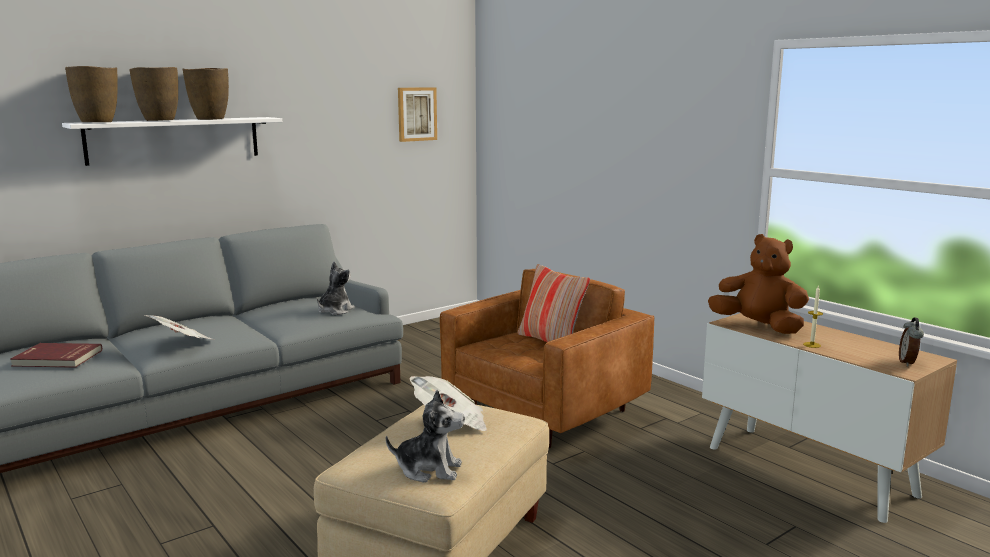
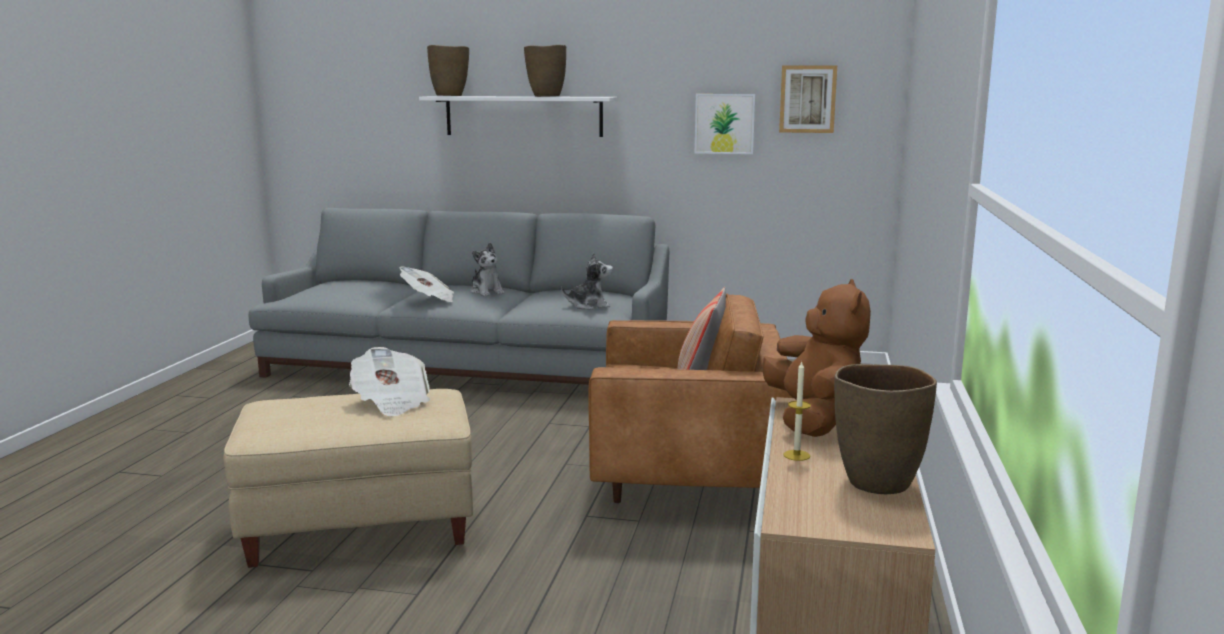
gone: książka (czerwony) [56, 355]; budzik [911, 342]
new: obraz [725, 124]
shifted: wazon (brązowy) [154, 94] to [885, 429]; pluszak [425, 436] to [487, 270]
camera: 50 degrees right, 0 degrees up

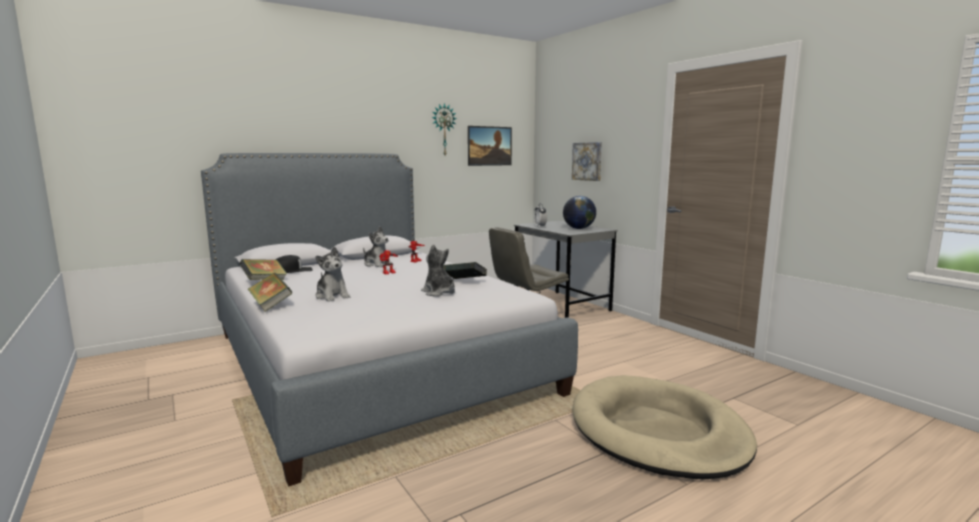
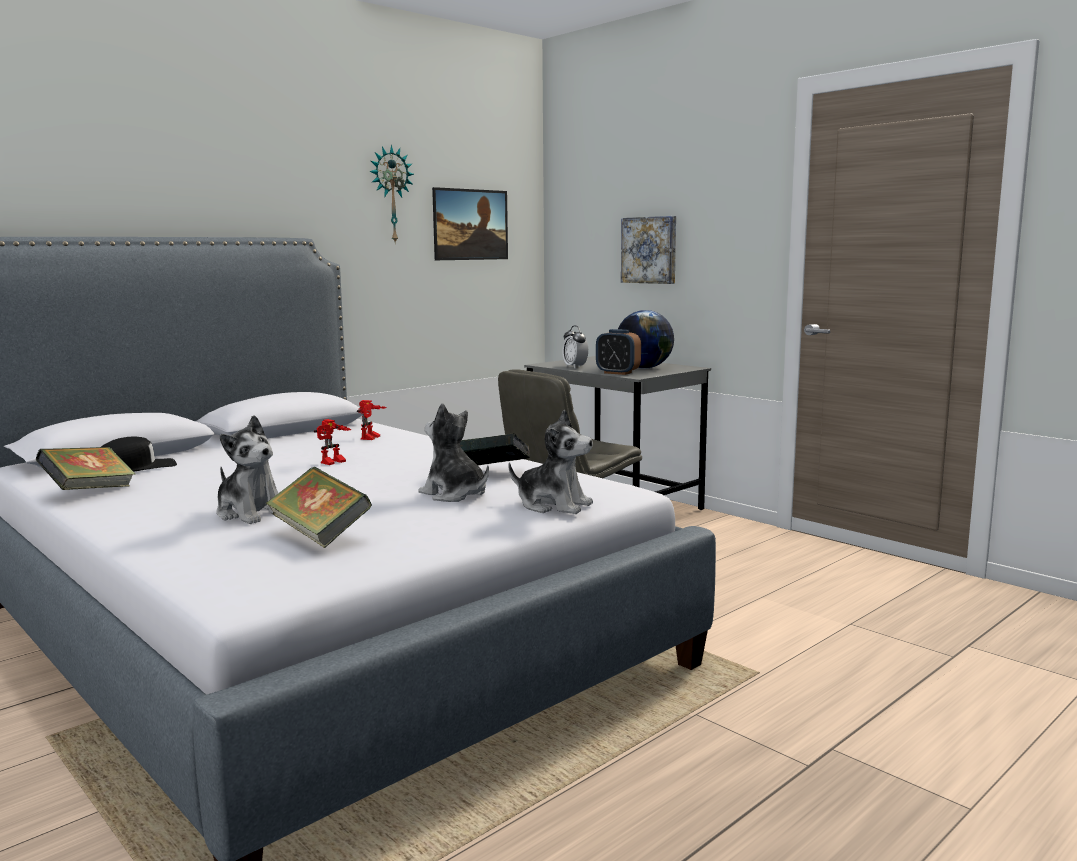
gone: legowisko (beżowy) [665, 427]
new: budzik [618, 352]
shifted: książka [270, 292] to [319, 507]; pluszak [378, 247] to [550, 462]
camera: 10 degrees left, 0 degrees up

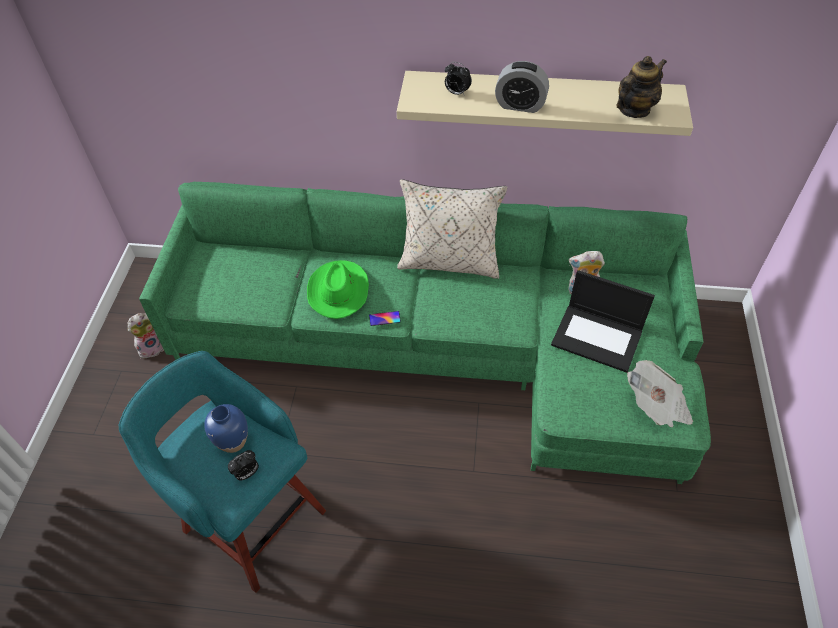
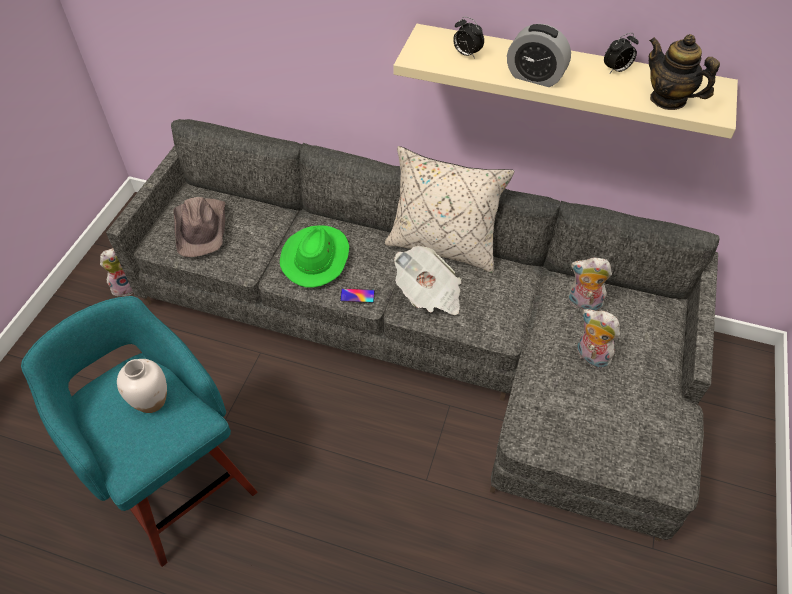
new: kapelusz (brązowy) [200, 227]
shifted: budzik [243, 465] to [621, 53]; gazeta [660, 393] to [427, 280]
swapped: laptop [603, 321] to pluszak [598, 339]
repainted: kanapa (zielony) [425, 333] to kanapa (szary) [413, 330]; wazon (niebieski) [226, 428] to wazon (biały) [142, 386]
rotated: imbryk [641, 87] = [684, 72] 105 degrees counterclockwise
camera: 10 degrees right, 0 degrees up

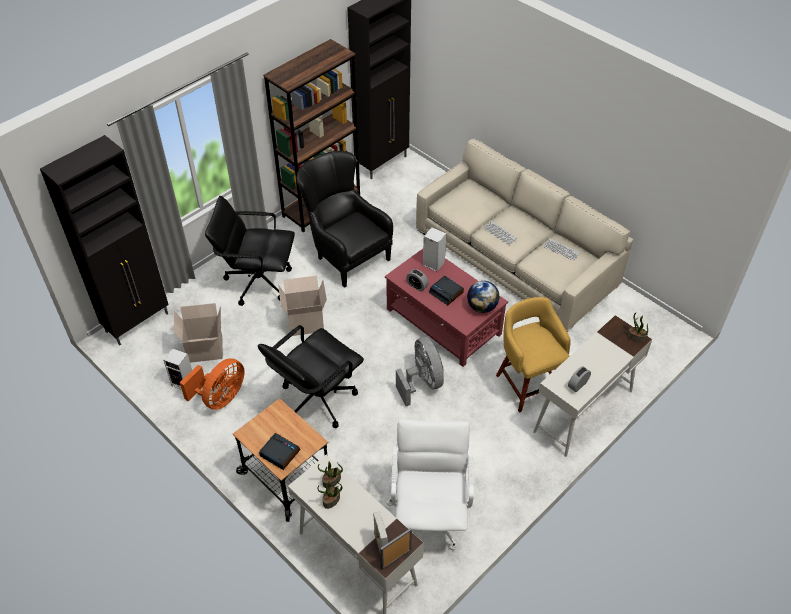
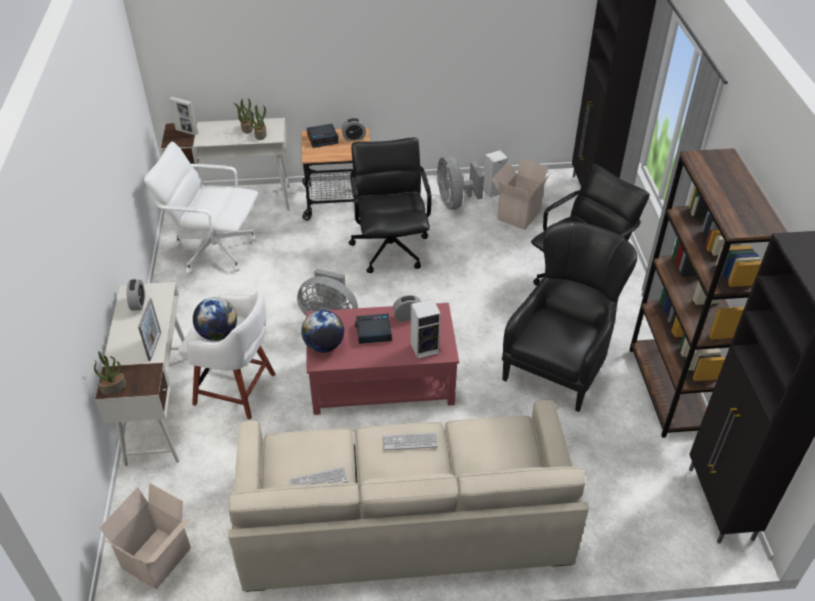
new: globus [215, 319]; budzik [354, 129]
shifted: karton [302, 306] to [145, 536]; ramka na zdjęcie [396, 549] to [149, 330]
repainted: wentylator (pomarańczowy) [212, 384] to wentylator (szary) [460, 183]; stołek (żółty) [533, 355] to stołek (biały) [226, 354]
rotated: fotel (czarny) [344, 219] = [569, 317] 60 degrees counterclockwise; krzesło biurowe (biały) [430, 485] = [201, 207] 150 degrees clockwise
camera: 130 degrees right, 5 degrees down

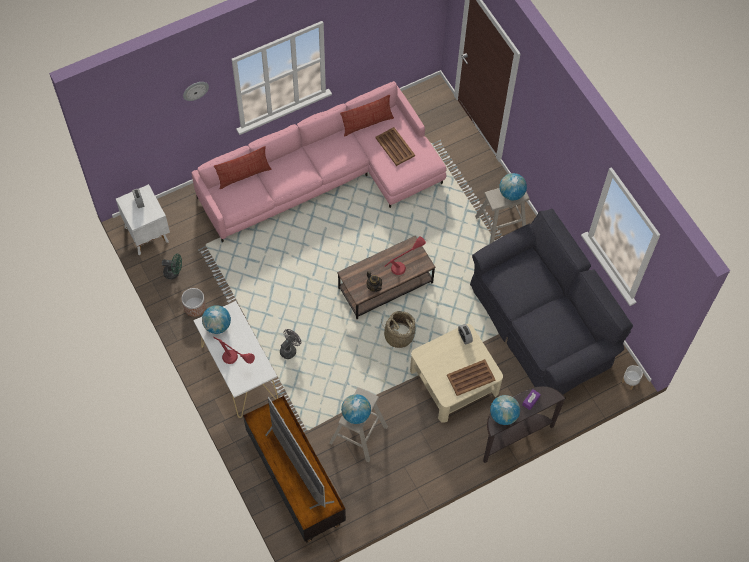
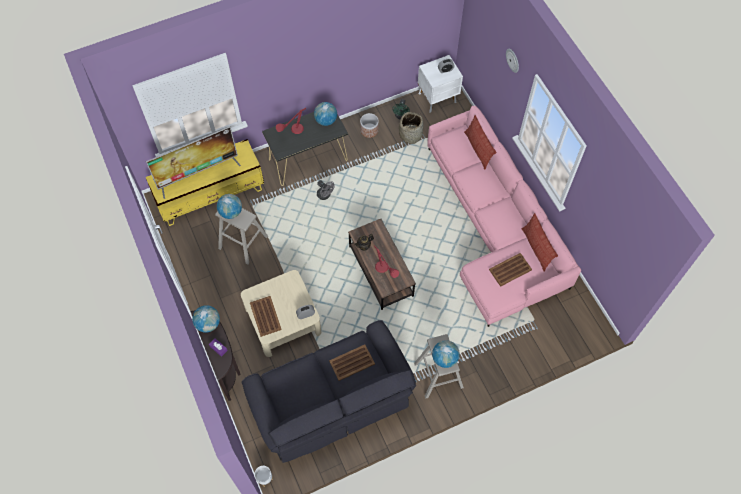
new: taca (brązowy) [352, 362]
shifted: koszyk [398, 329] to [411, 128]
repainted: stolik konsolowy (biały) [235, 359] to stolik konsolowy (czarny) [305, 149]; szafka pod telewizor (brązowy) [294, 469] to szafka pod telewizor (żółty) [205, 182]
camera: 95 degrees right, 0 degrees up

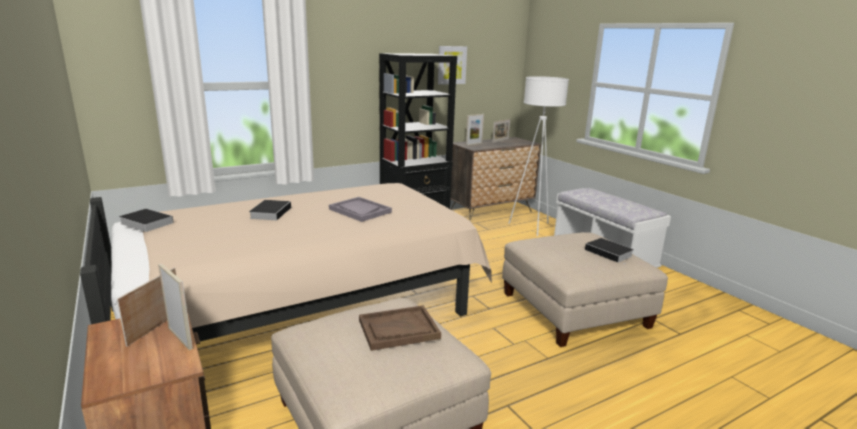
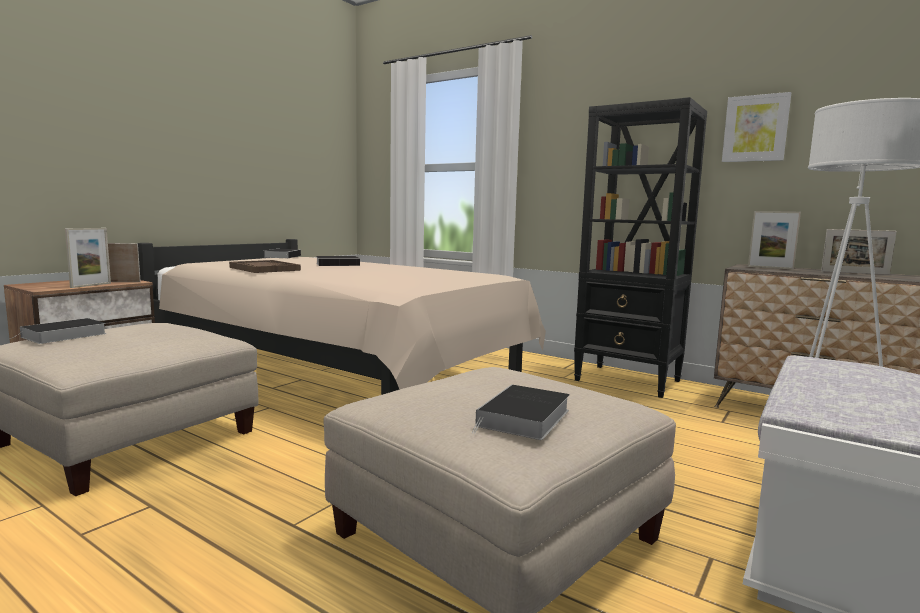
gone: taca (szary) [360, 209]
new: książka [58, 331]
shifted: taca (brązowy) [400, 328] to [265, 266]
camera: 65 degrees right, 10 degrees down

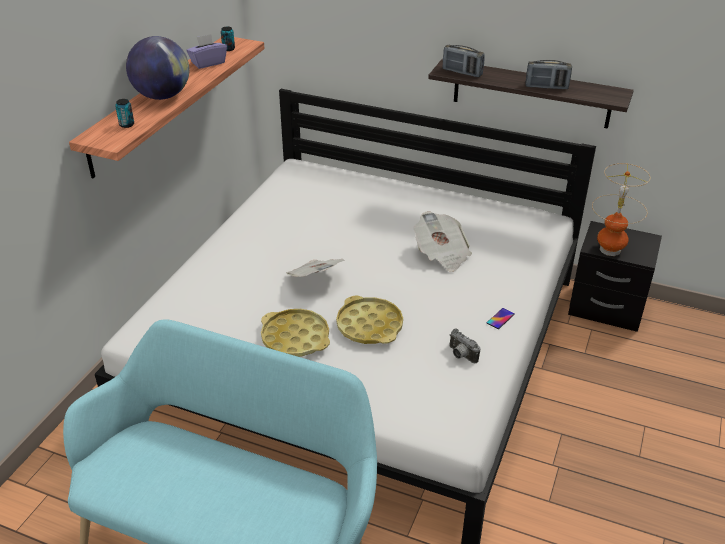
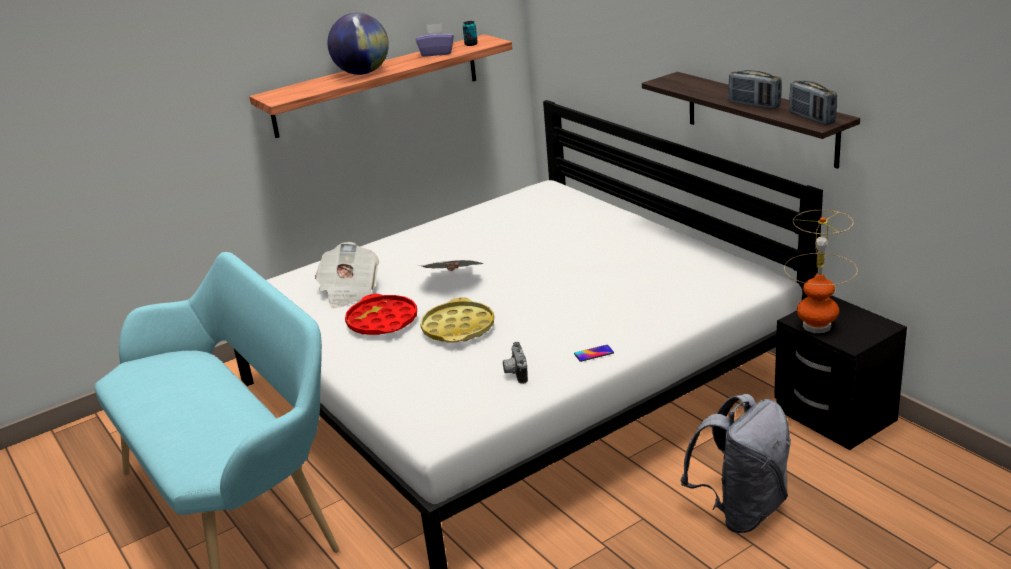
gone: puszka [124, 113]
new: plecak (szary) [735, 463]
shifted: gazeta [442, 241] to [347, 275]; radio [463, 61] to [813, 102]
repainted: taca (żółty) [295, 333] to taca (czerwony) [381, 314]
camera: 35 degrees right, 10 degrees down

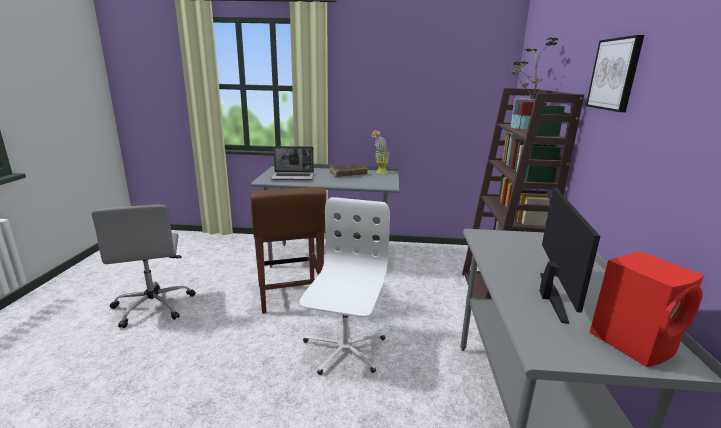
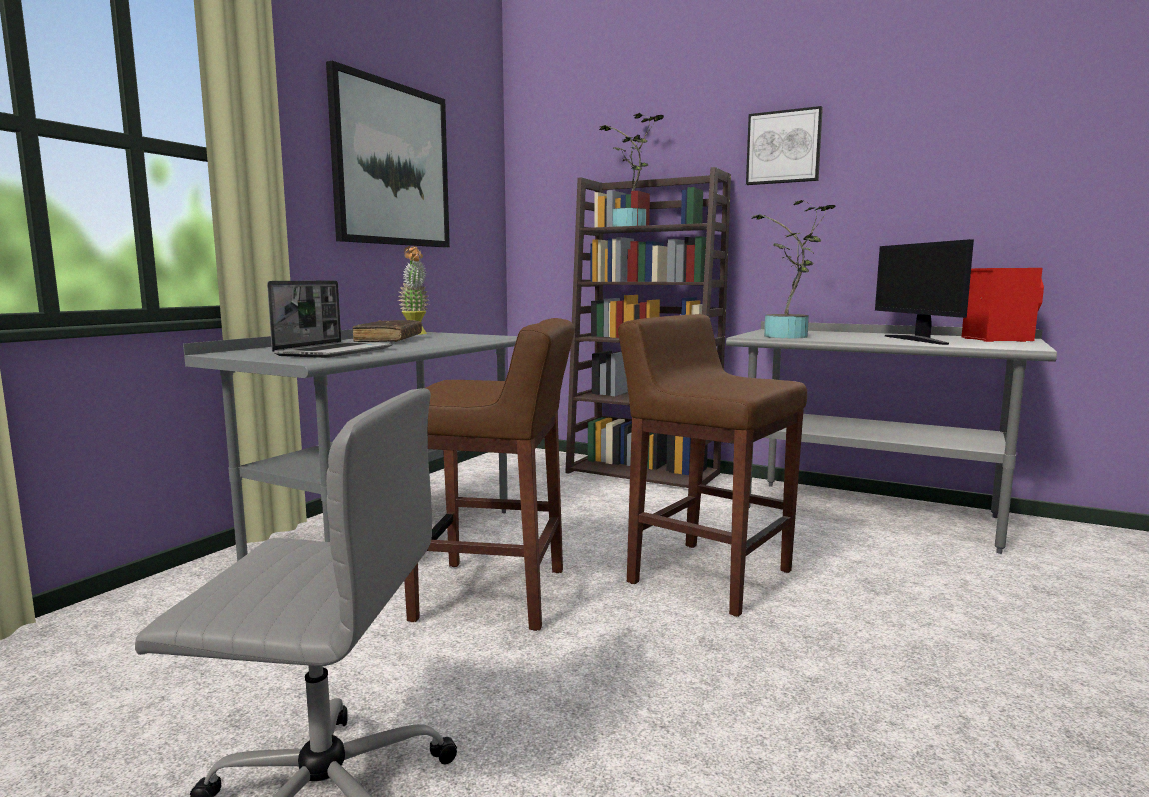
new: obraz [388, 154]; roślina doniczkowa [793, 269]
swapped: krzesło biurowe (biały) [344, 286] to stołek (brązowy) [712, 465]
rotated: monitor [569, 256] = [924, 292] 135 degrees counterclockwise
camera: 65 degrees left, 10 degrees down

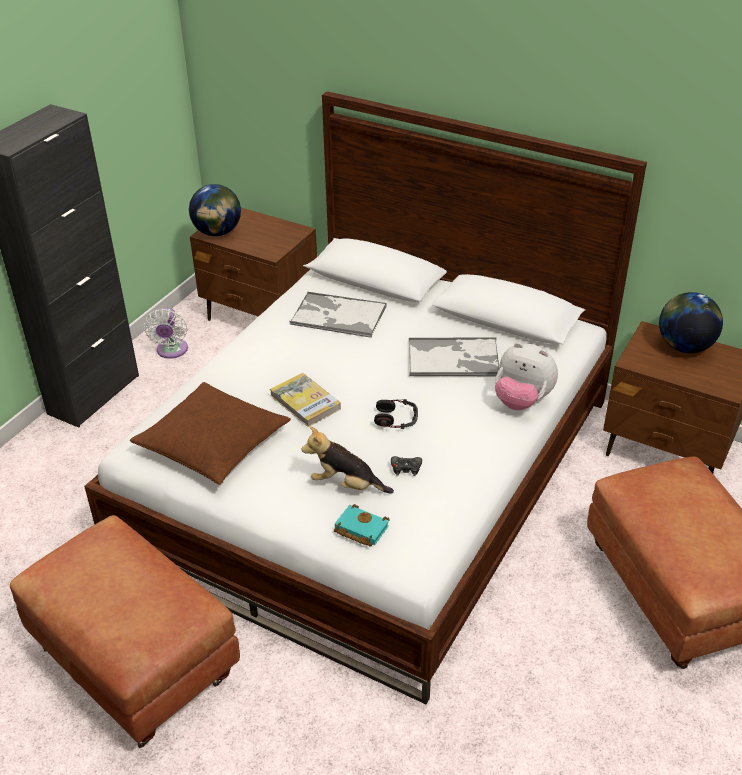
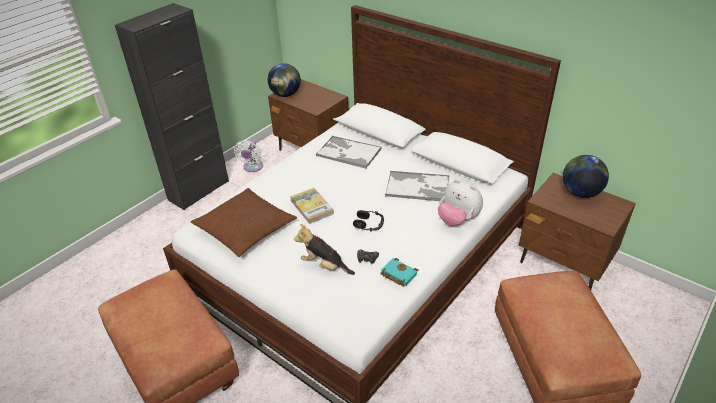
shifted: książka (turkusowy) [362, 525] to [399, 272]
camera: 10 degrees right, 0 degrees up

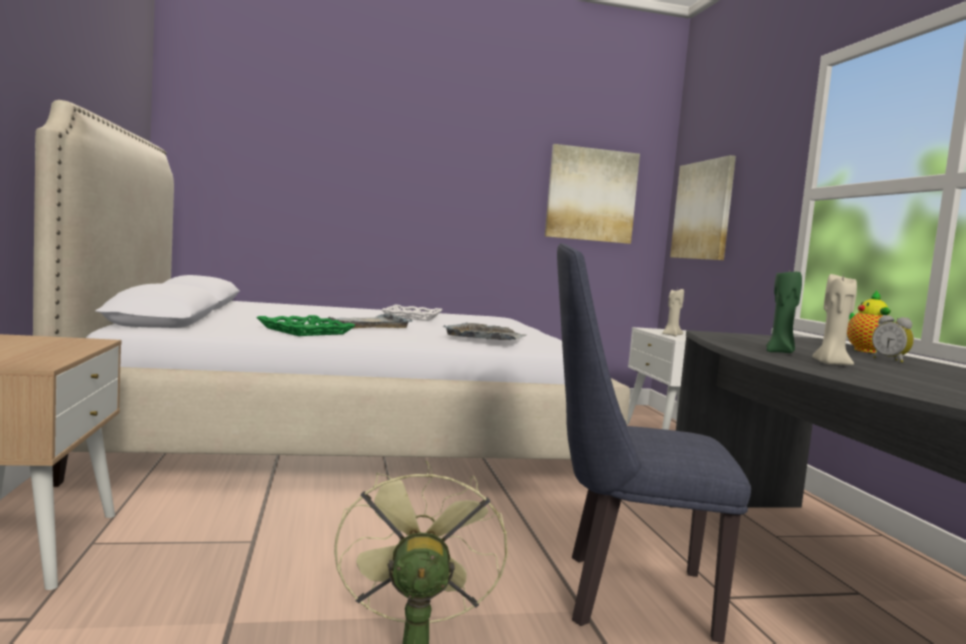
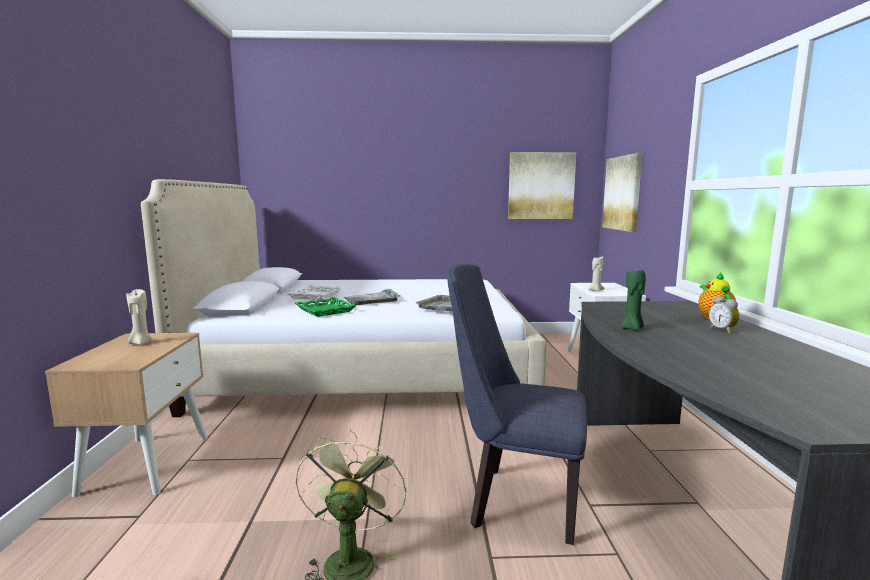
shifted: taca (biały) [411, 313] to [314, 292]; świeca (beżowy) [834, 319] to [139, 317]
camera: 10 degrees right, 5 degrees up

